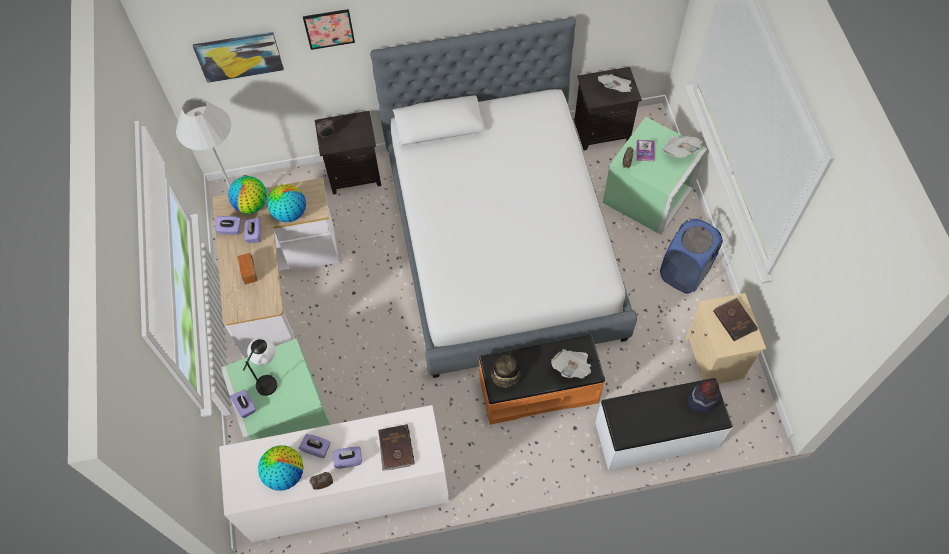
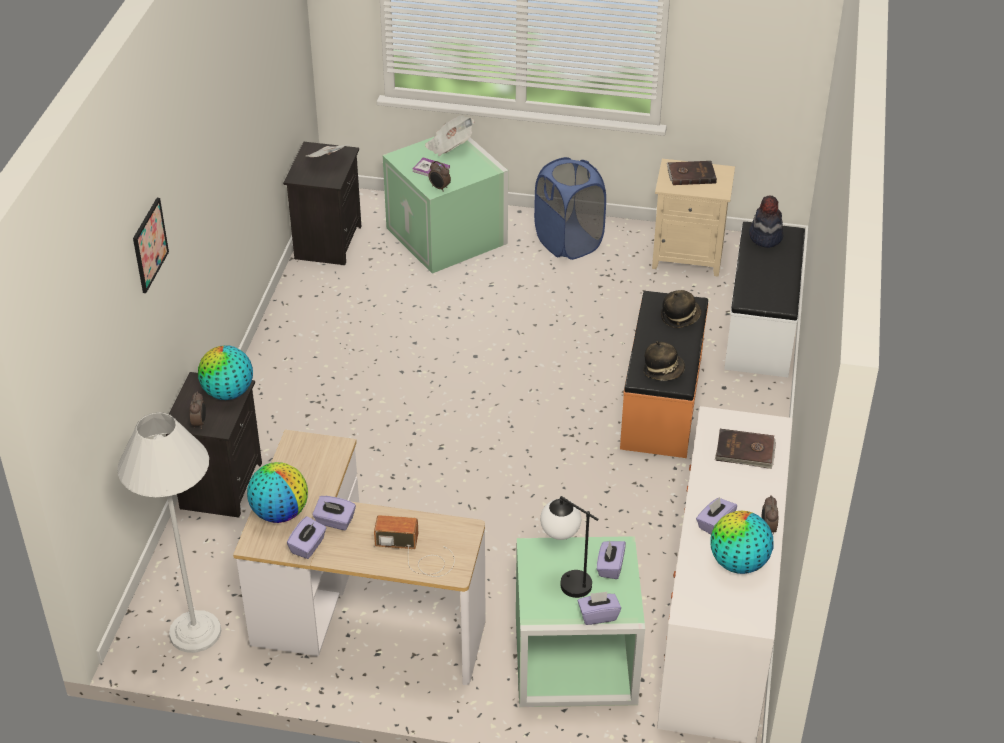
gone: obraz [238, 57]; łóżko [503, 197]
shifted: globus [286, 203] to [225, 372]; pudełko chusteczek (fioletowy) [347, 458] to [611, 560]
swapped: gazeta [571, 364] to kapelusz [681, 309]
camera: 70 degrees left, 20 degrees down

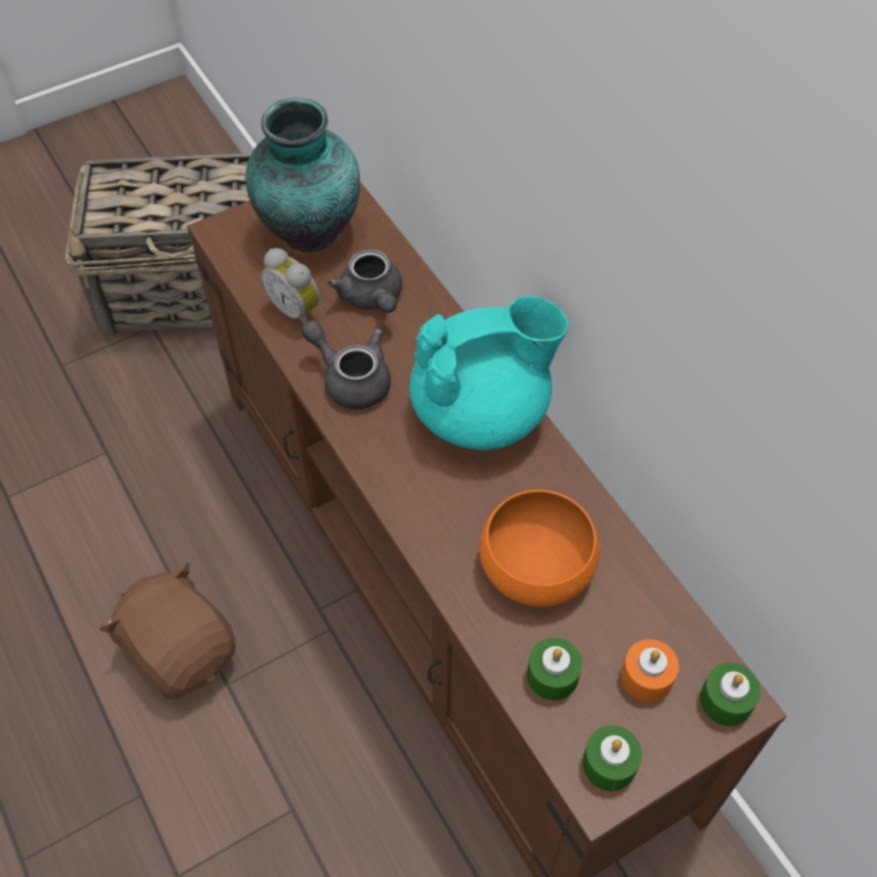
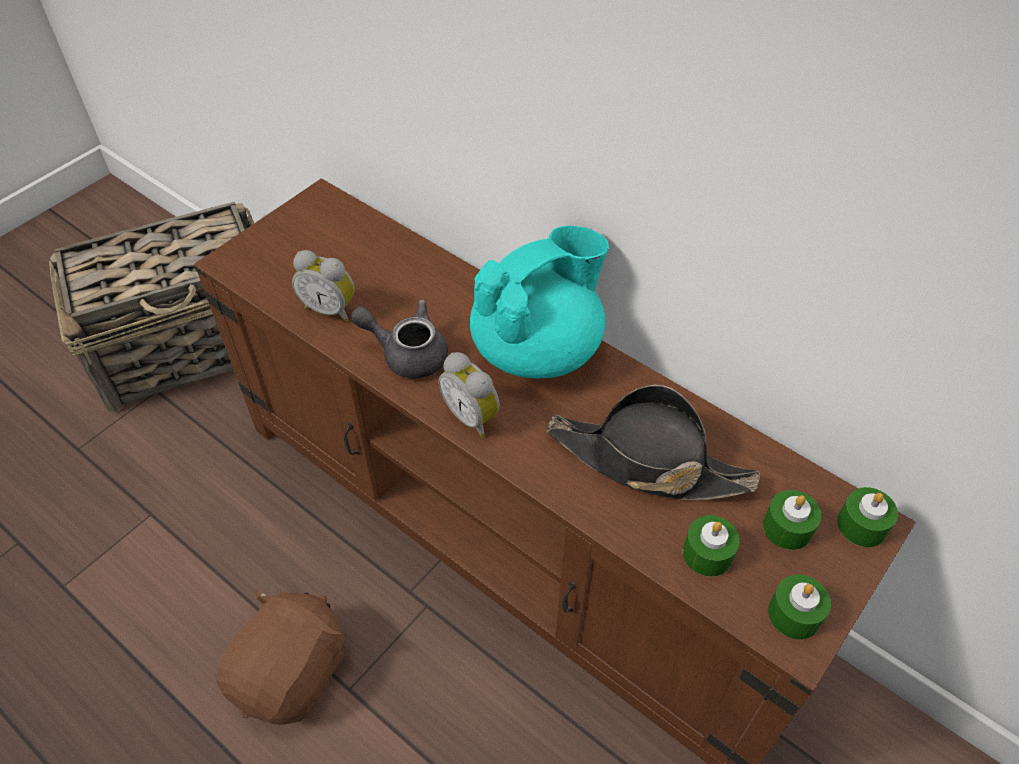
gone: wazon [302, 175]; imbryk (szary) [365, 281]
new: budzik [469, 395]
swapped: miska (pomarańczowy) [539, 548] to kapelusz (czarny) [653, 442]
repainted: świeca (pomarańczowy) [650, 670] to świeca (zielony) [792, 520]
rotated: pluszak (brązowy) [167, 631] = [280, 657] 90 degrees clockwise
camera: 20 degrees left, 5 degrees down

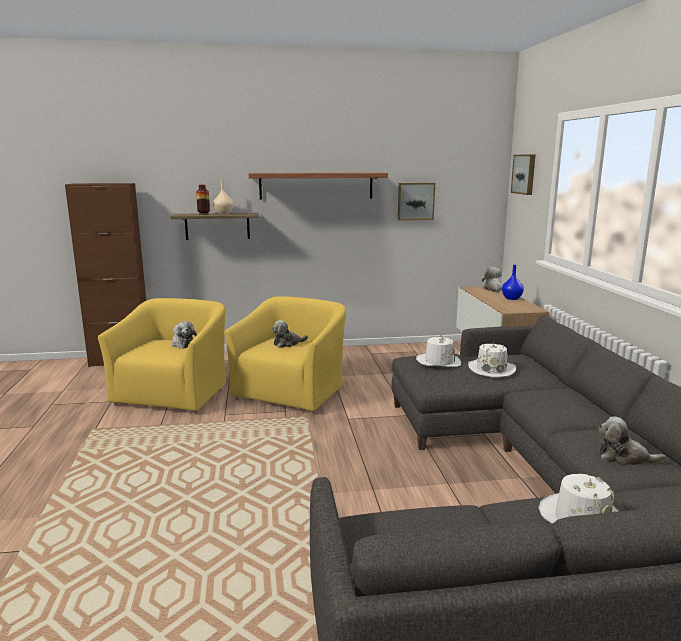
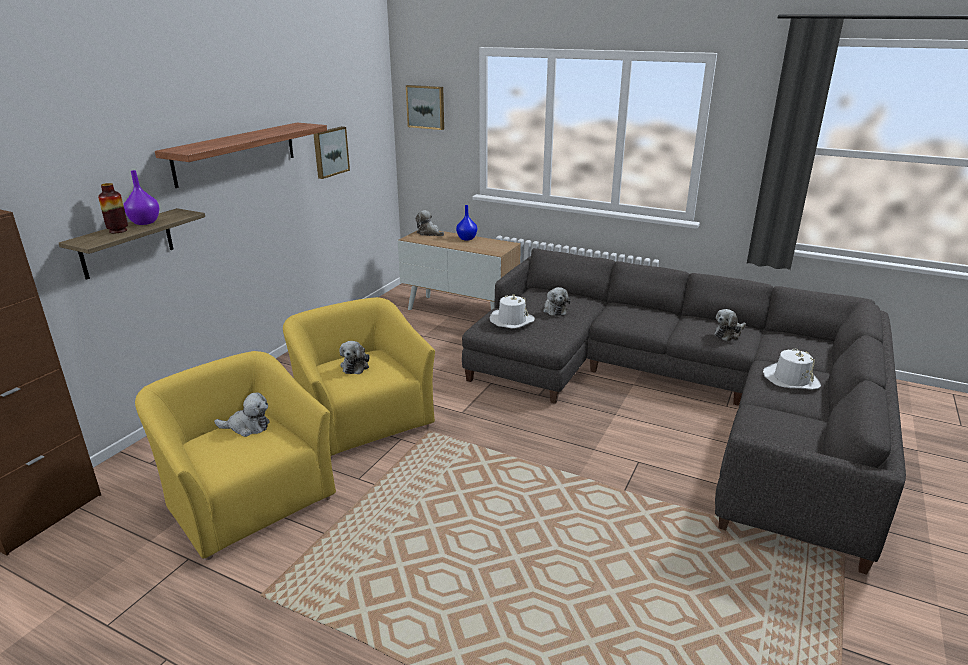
swapped: kapelusz (biały) [492, 360] to pluszak [556, 301]
repainted: wazon (beżowy) [223, 197] to wazon (fioletowy) [142, 197]
camera: 55 degrees left, 10 degrees up

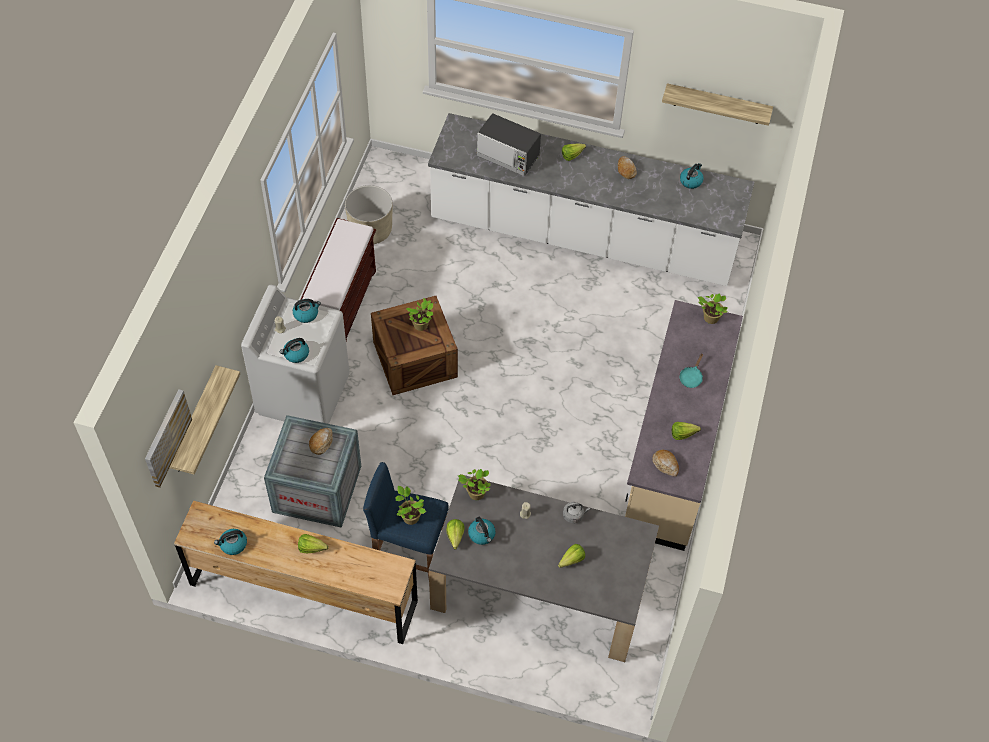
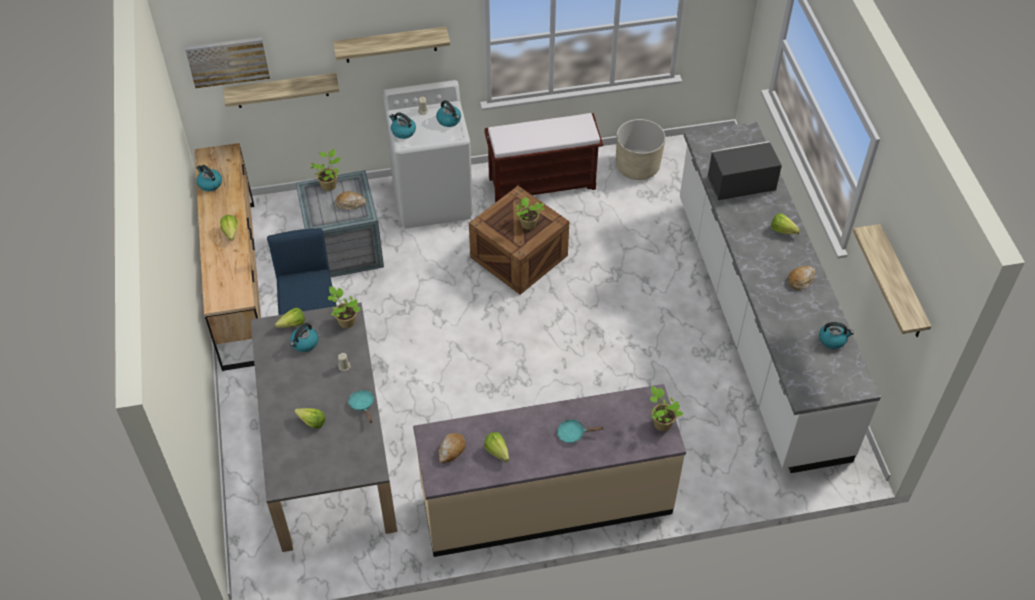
new: półka [391, 44]
shifted: roślina doniczkowa [410, 505] to [325, 170]
swapped: czajnik (szary) [576, 512] to patelnia (turkusowy) [361, 406]
rotated: mikrofalówka [509, 144] = [744, 170] 75 degrees clockwise
camera: 65 degrees right, 5 degrees down

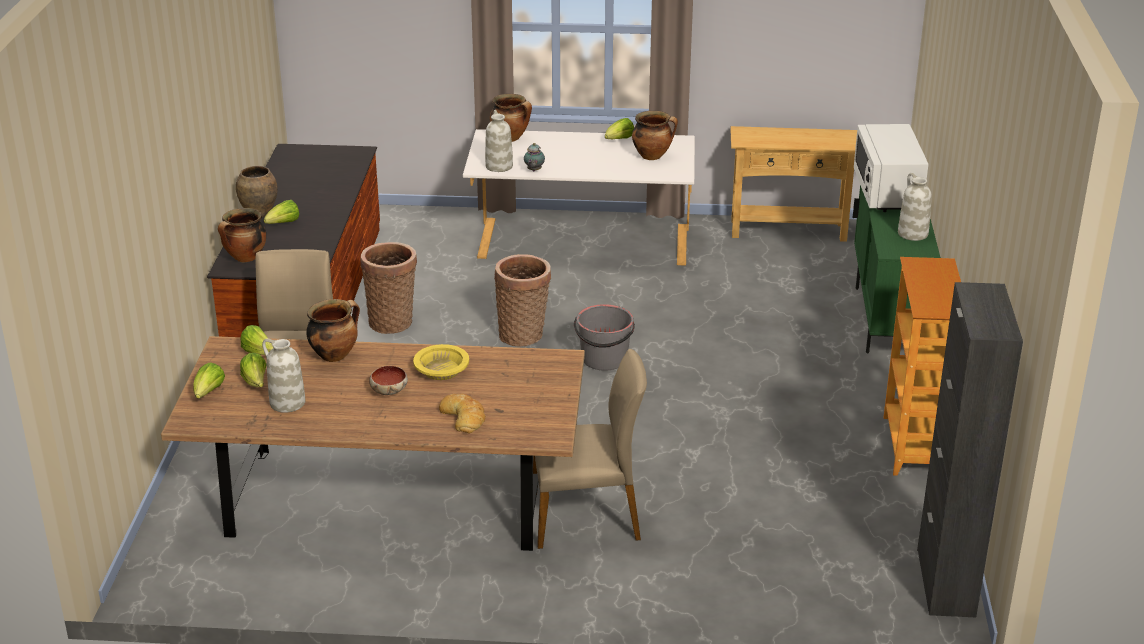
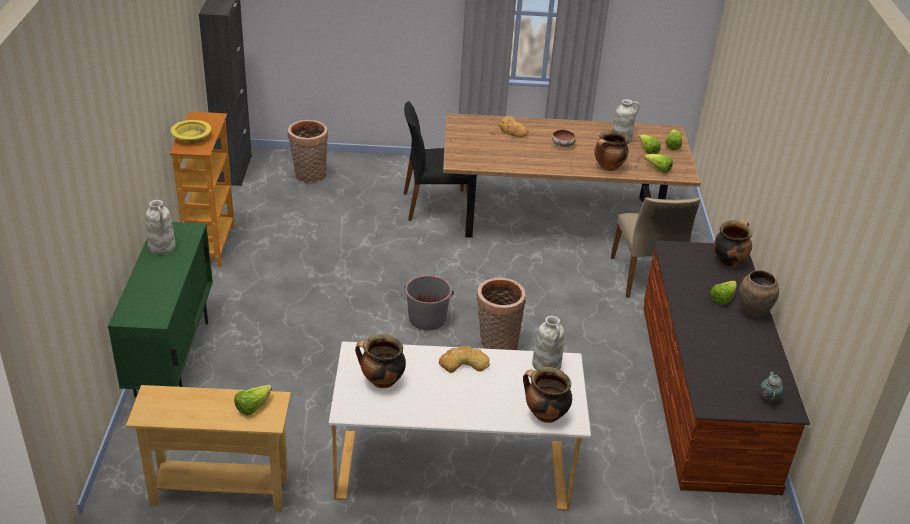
gone: mikrofalówka (biały) [891, 168]
new: chleb [464, 359]
shifted: koszyk [388, 288] to [308, 151]; miska (żółty) [441, 362] to [191, 132]; imbryk [534, 157] to [772, 387]; sałata [619, 128] to [253, 400]
repainted: krzesło (beżowy) [590, 449] to krzesło (czarny) [436, 161]
camera: 175 degrees right, 5 degrees up

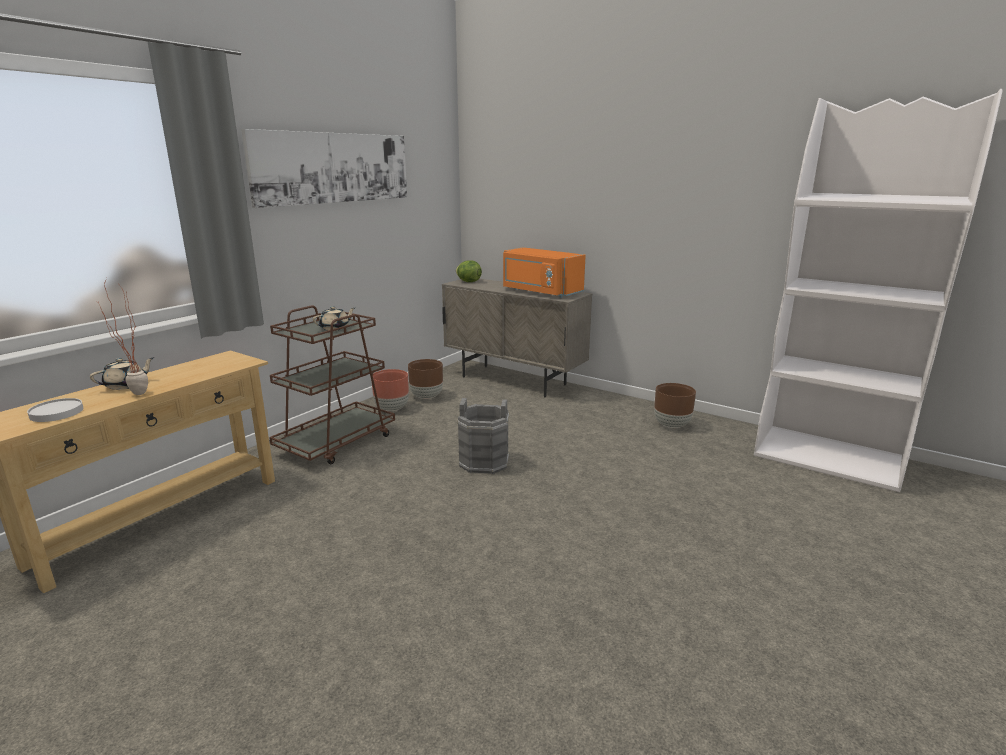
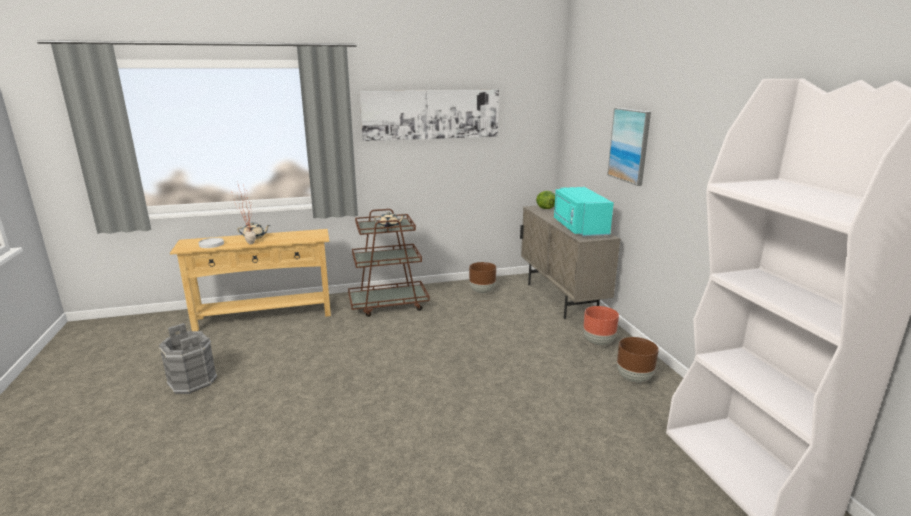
new: obraz [629, 147]
shifted: donica (brązowy) [390, 390] to [601, 326]; wiadro (szary) [483, 436] to [188, 358]
repainted: mikrofalówka (pomarańczowy) [544, 272] to mikrofalówka (turkusowy) [584, 212]
camera: 40 degrees right, 0 degrees up

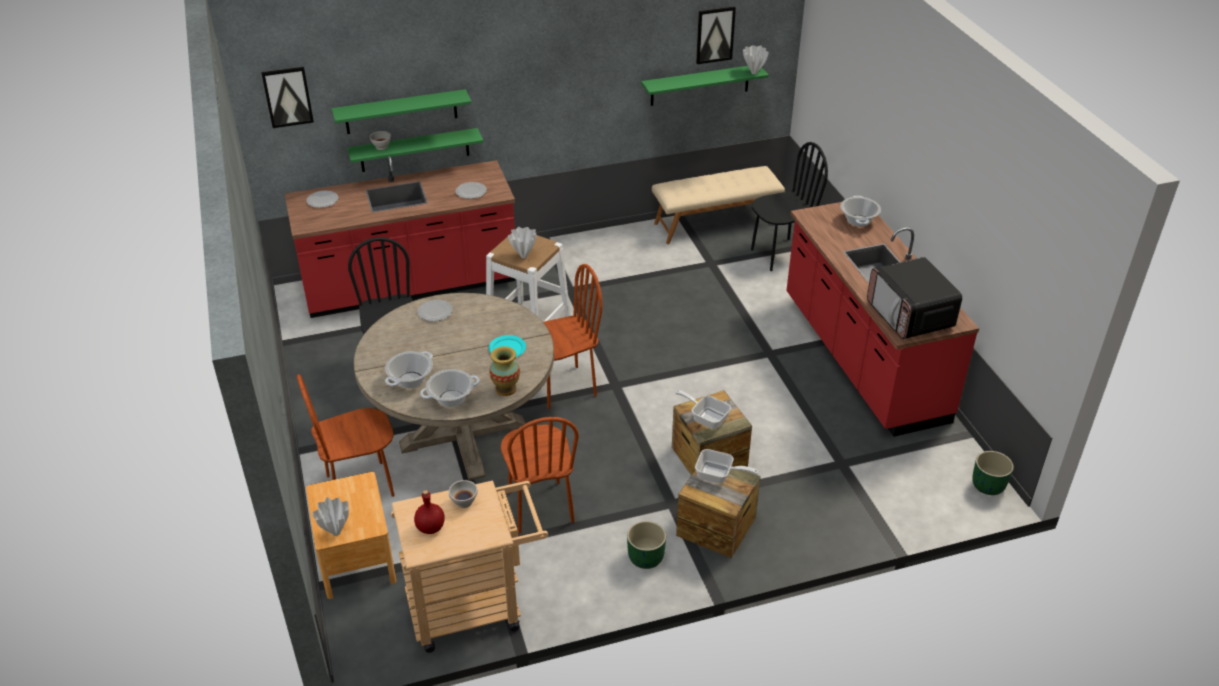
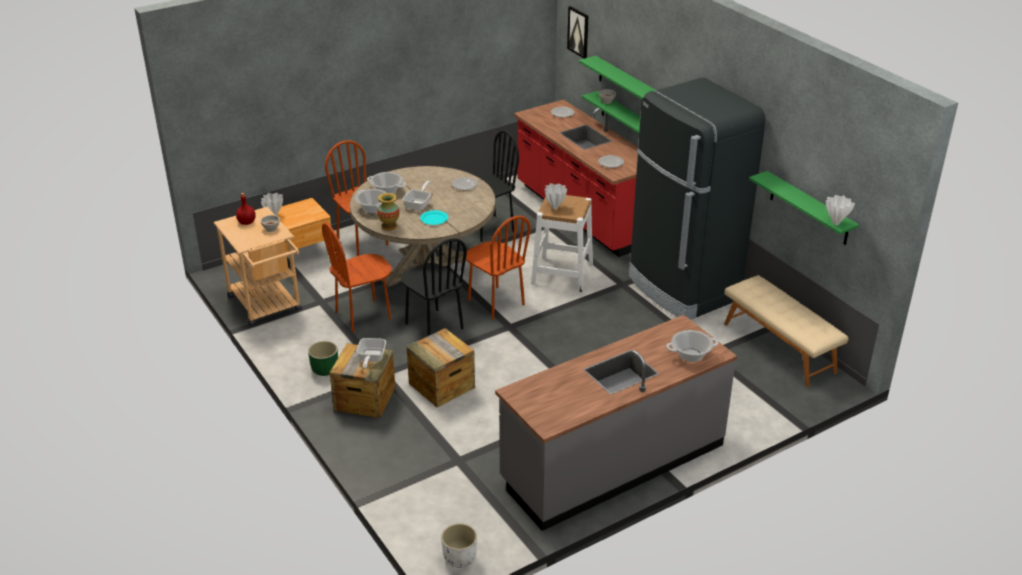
gone: obraz [716, 35]; mikrofalówka [914, 298]
new: lodówka (czarny) [697, 199]
shifted: patelnia [703, 409] to [416, 196]; krzesło (czarny) [789, 206] to [434, 287]
repainted: zabudowa kuchenna (czerwony) [882, 319] to zabudowa kuchenna (szary) [616, 423]; donica (zielony) [993, 473] to donica (biały) [459, 545]
camera: 75 degrees right, 5 degrees down

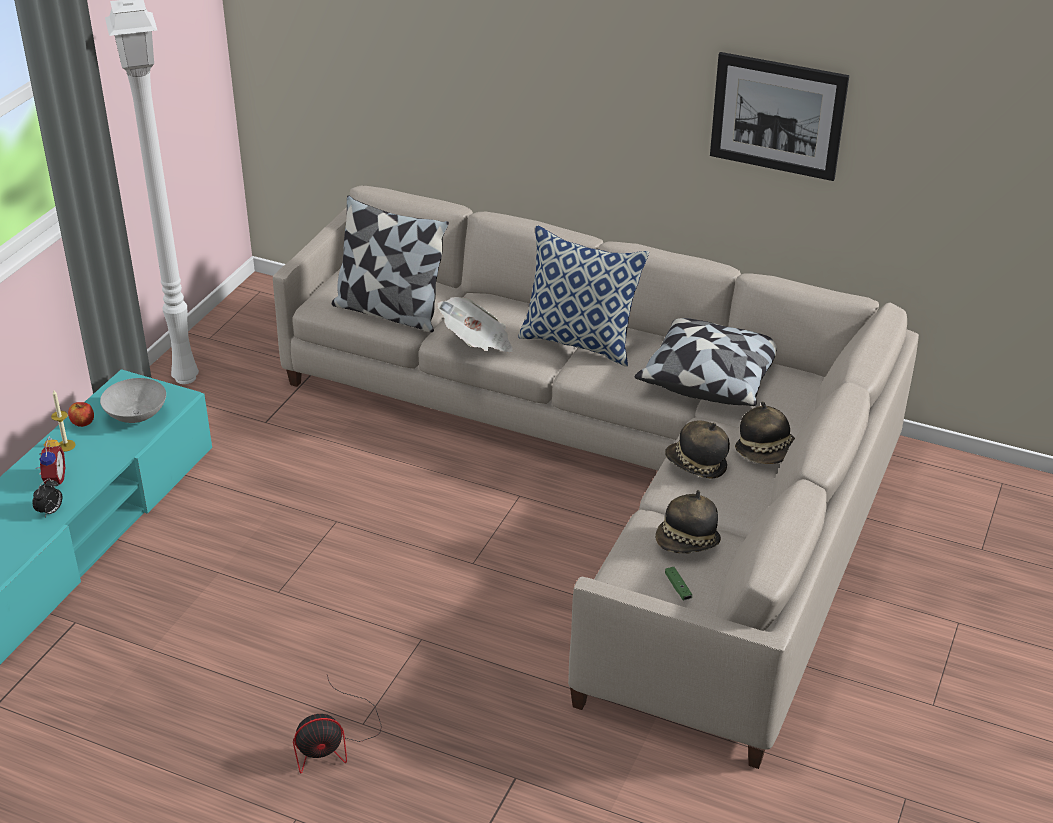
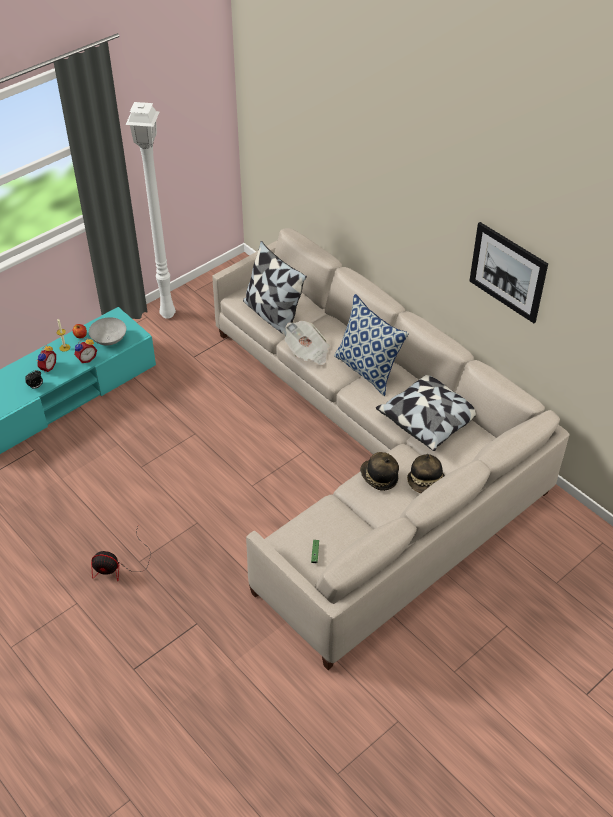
gone: kapelusz [688, 521]
new: budzik [85, 350]
camera: 25 degrees right, 10 degrees up

